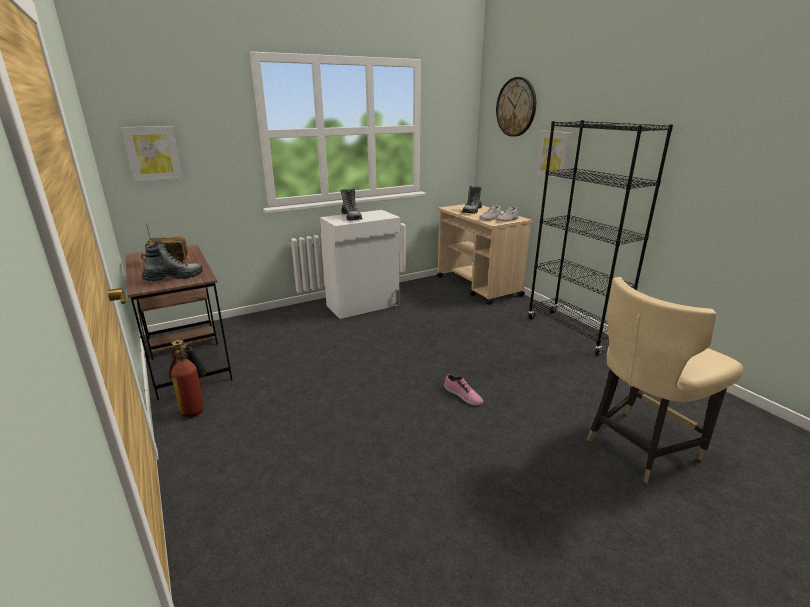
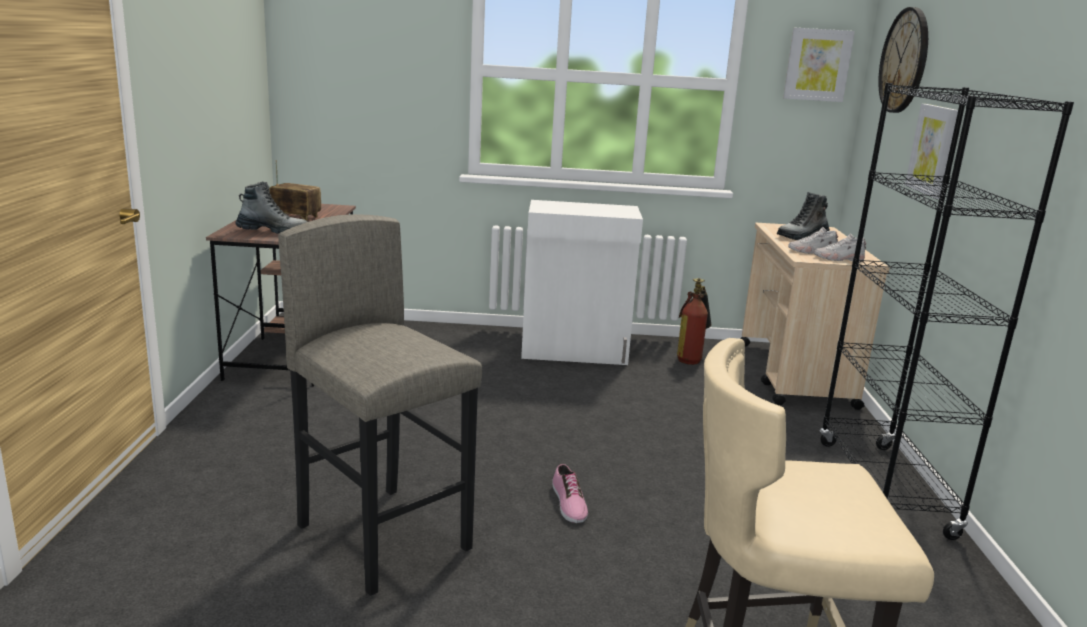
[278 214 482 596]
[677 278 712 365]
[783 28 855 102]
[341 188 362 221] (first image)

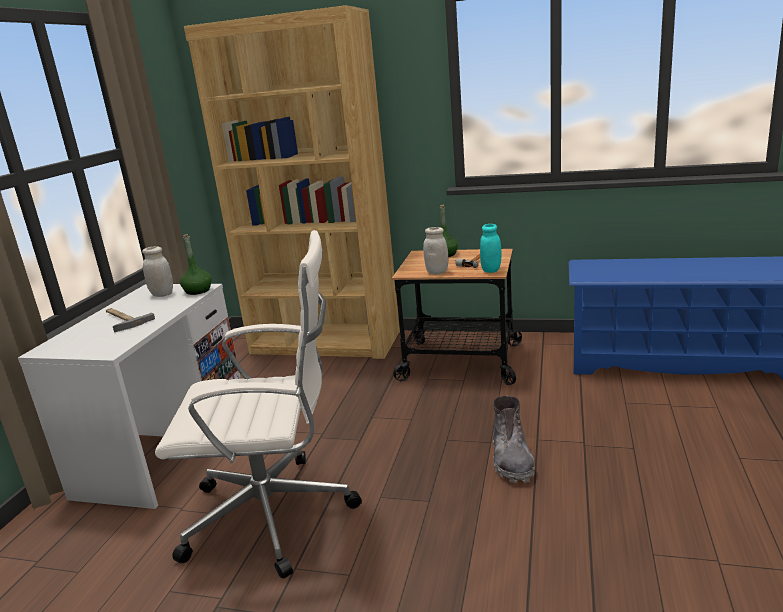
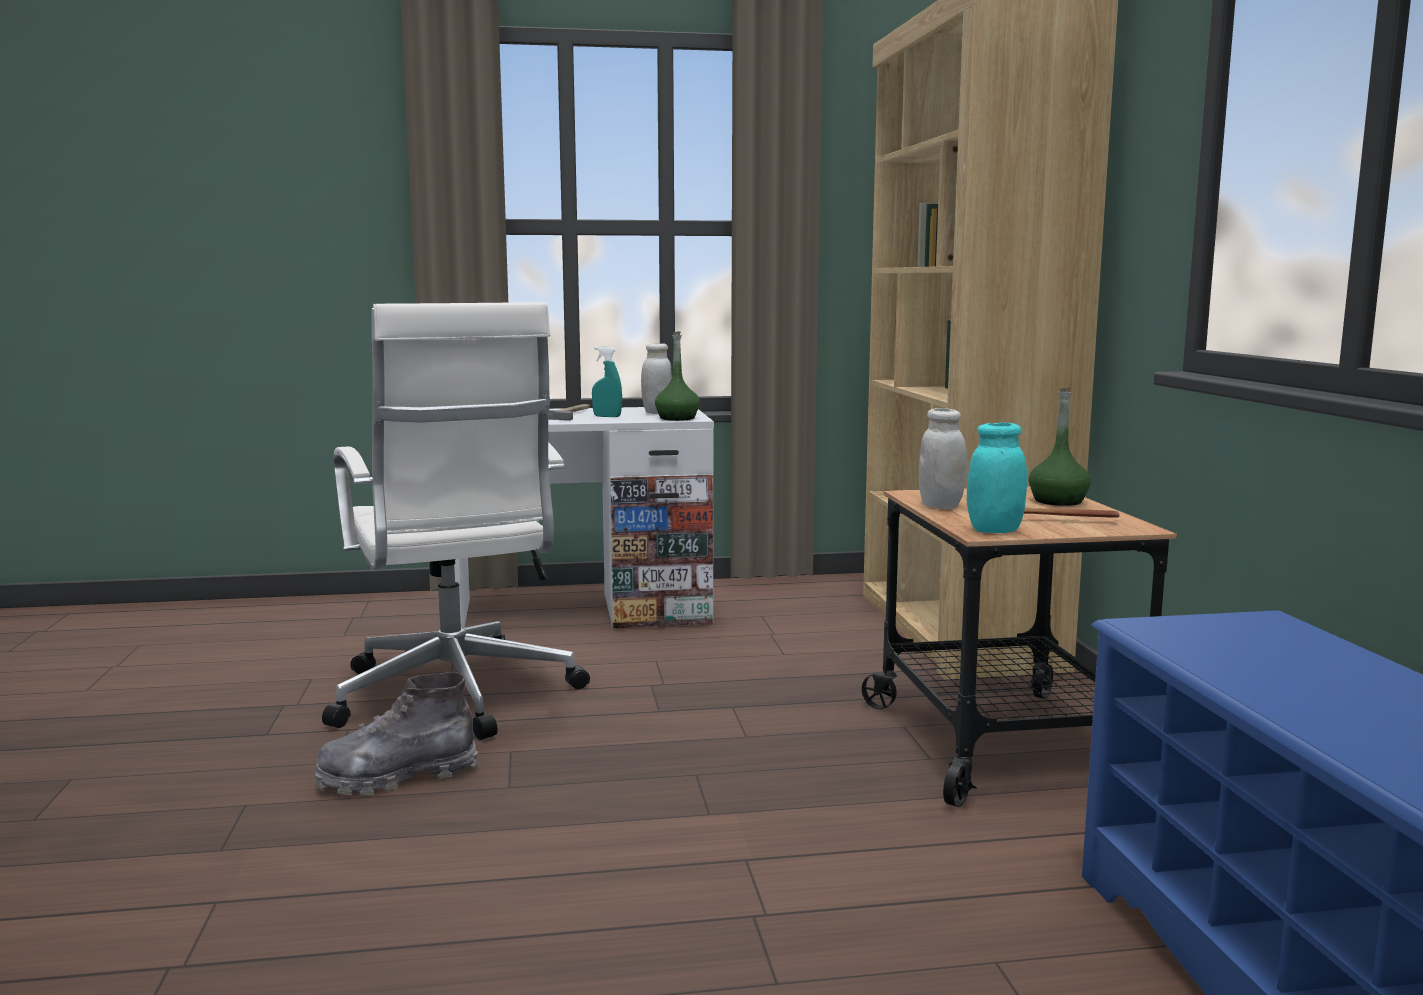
[315 672 479 796]
[592 346 622 417]

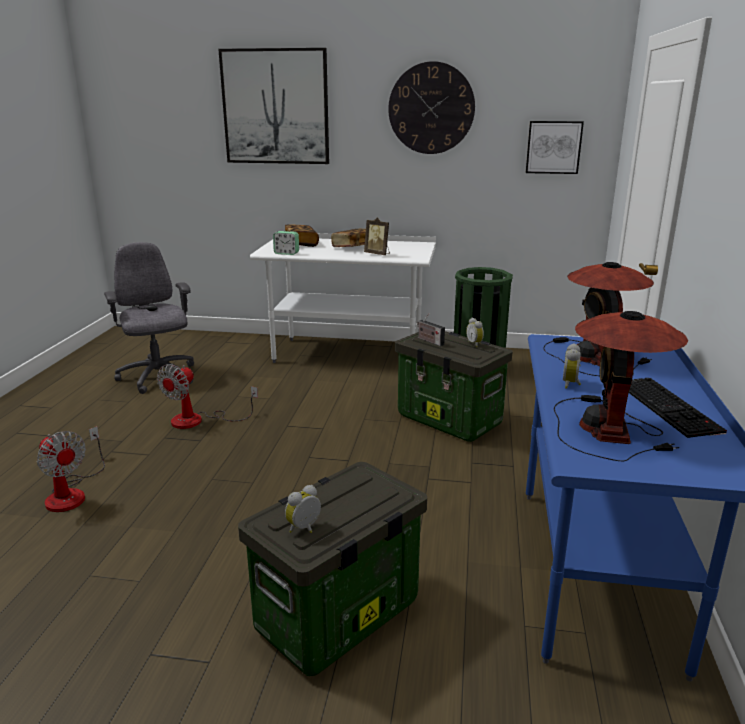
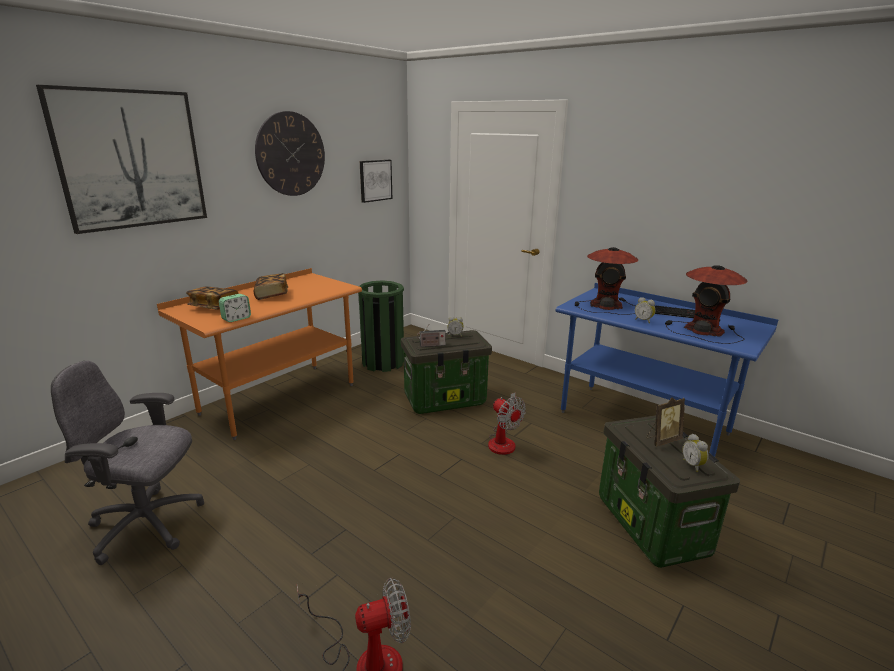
[157 268 362 440]
[488 392 526 455]
[646 397 685 447]

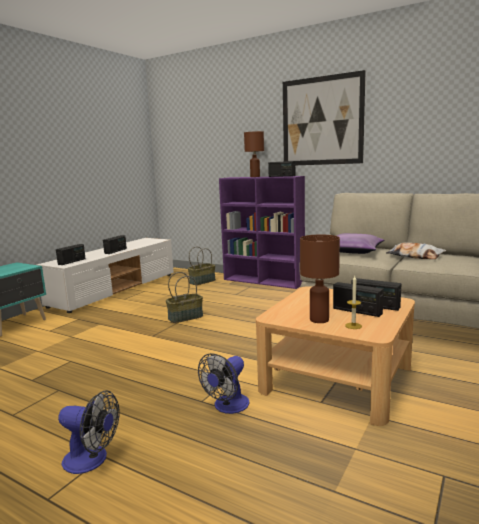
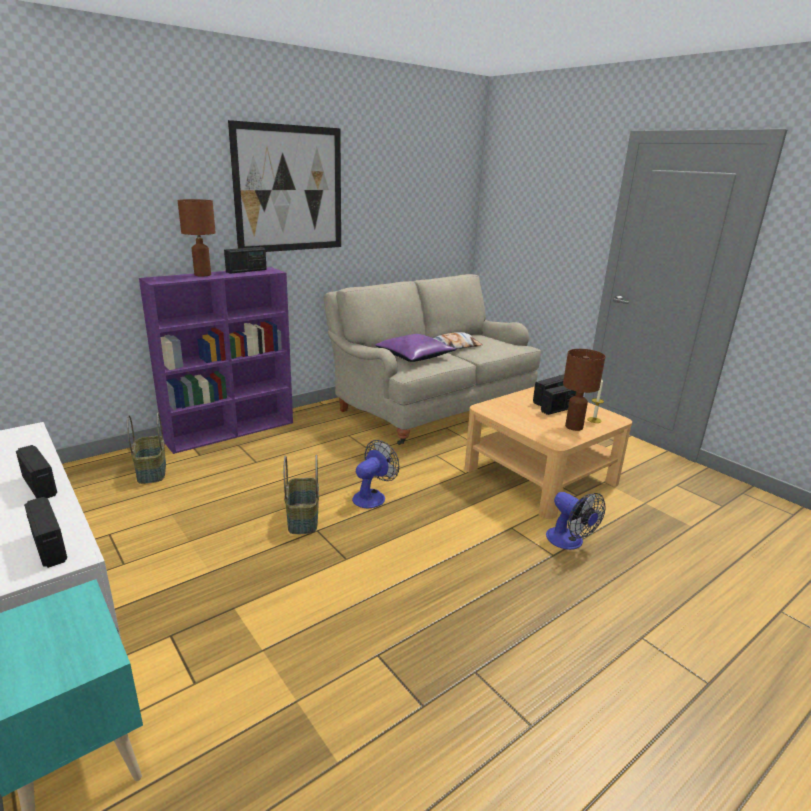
[352 440 399 509]

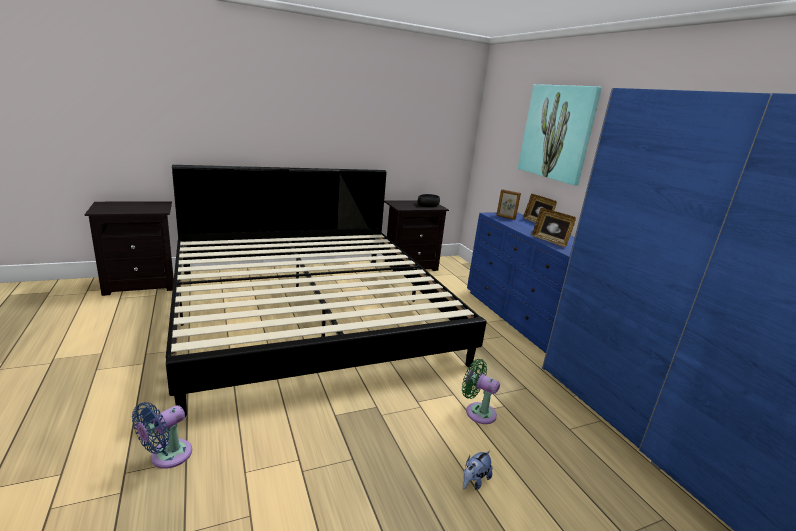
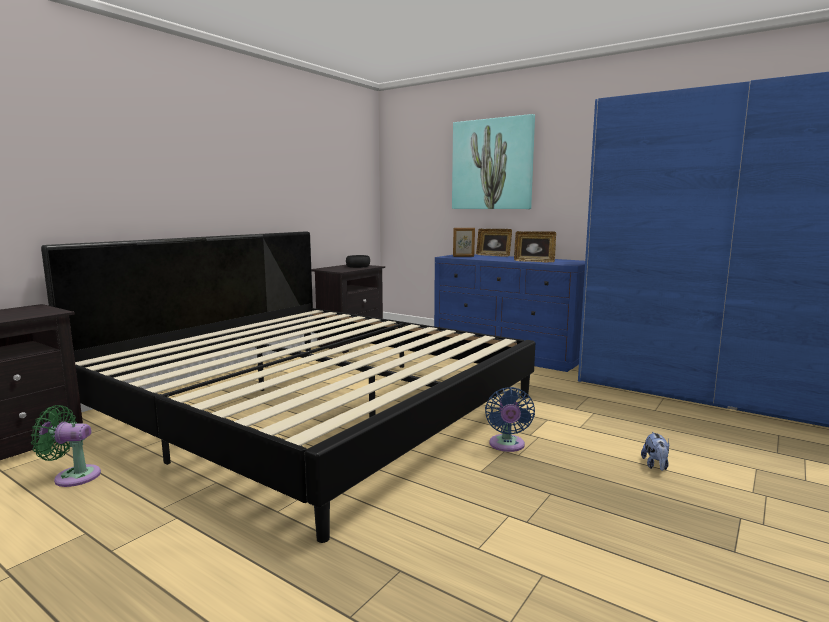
[31 405 101 487]
[485 387 535 452]

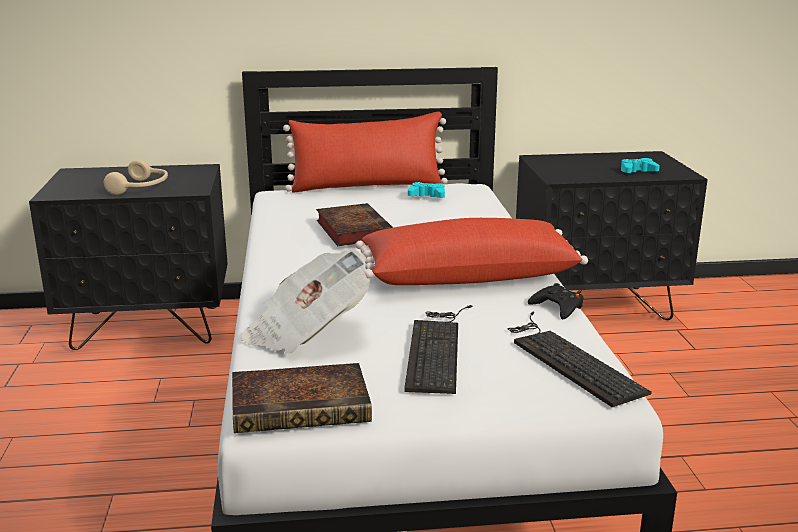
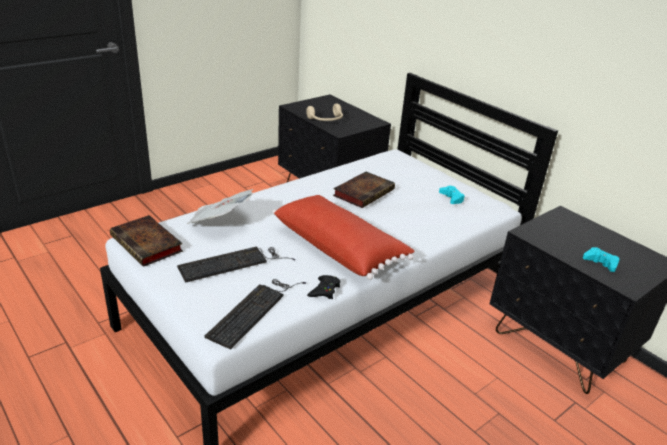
[283 112 448 192] (first image)

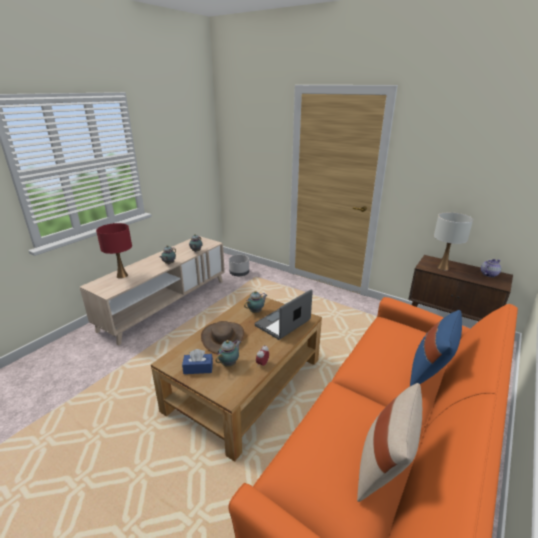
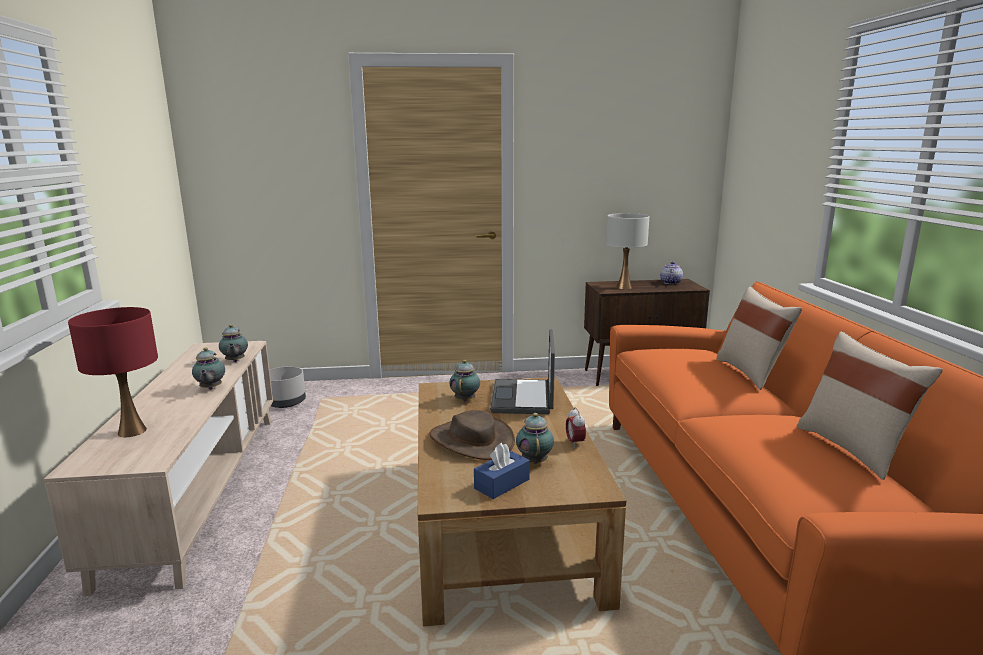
[717 287 802 390]

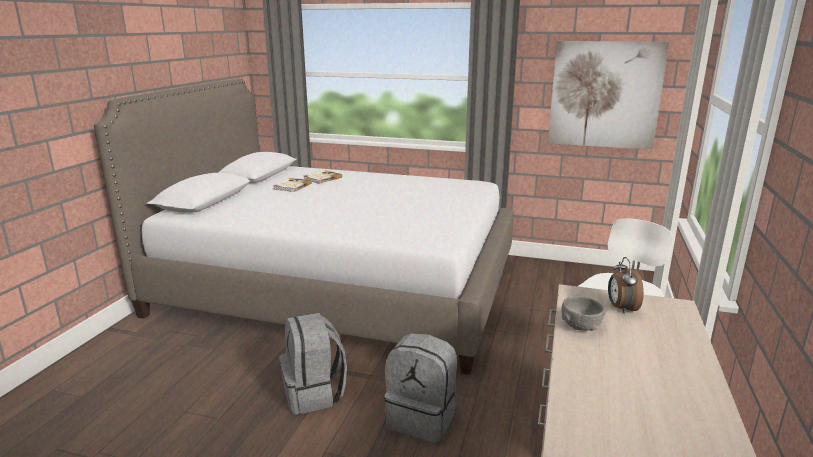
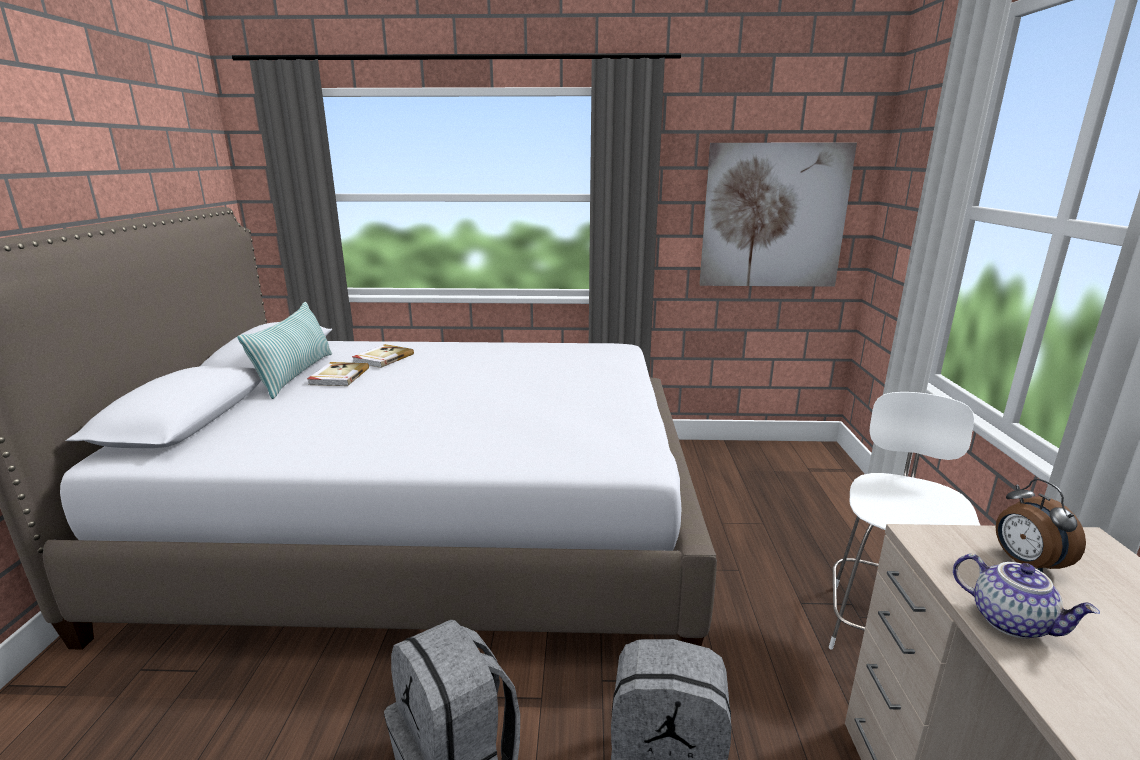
[237 302 332 399]
[953 554 1100 639]

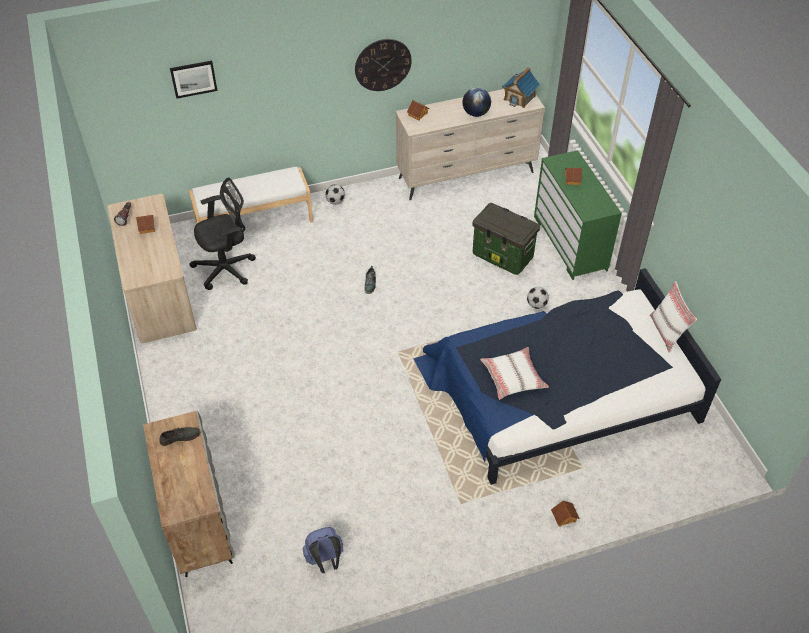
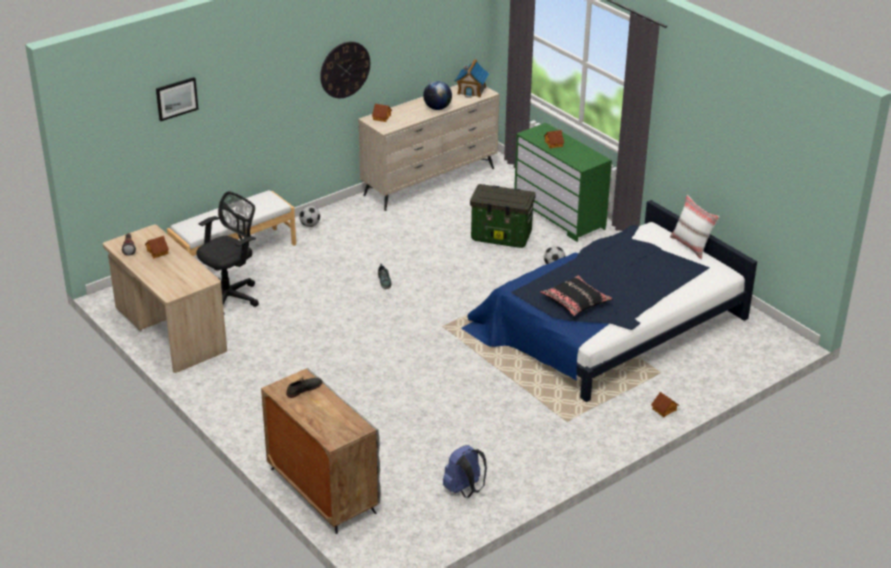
[540 275 613 316]

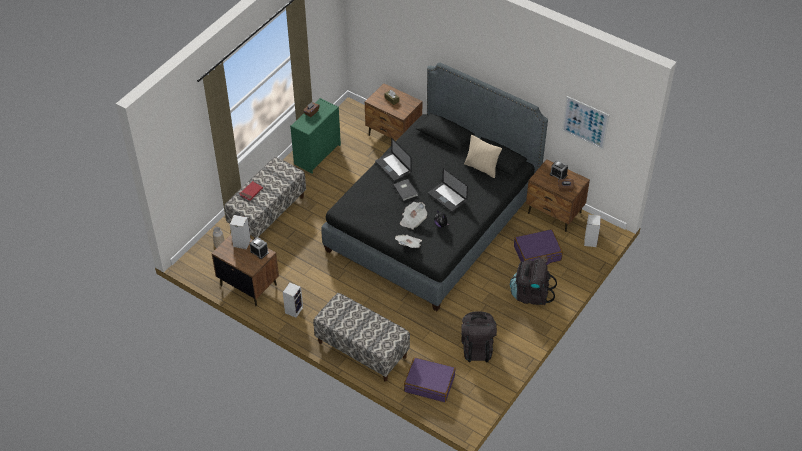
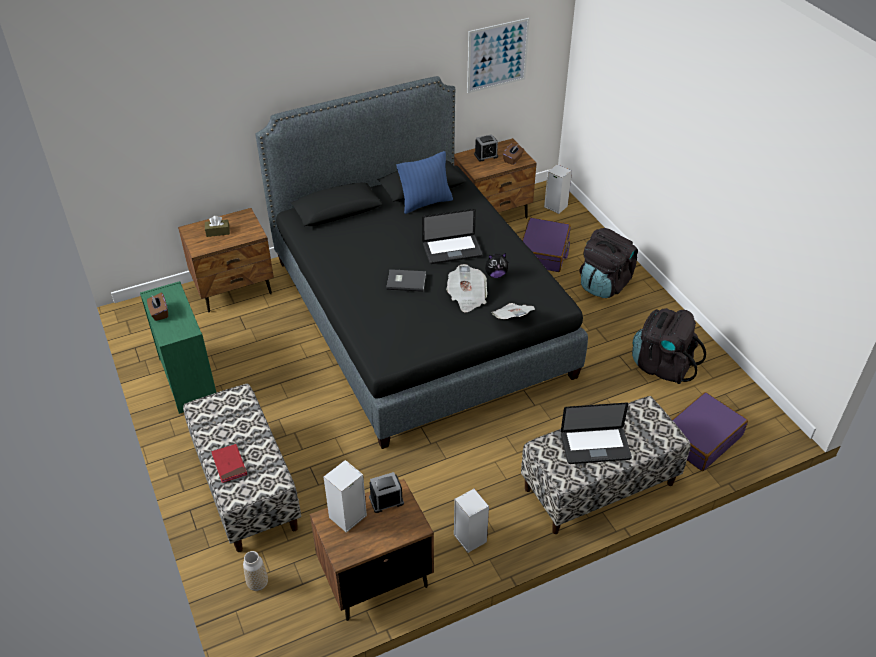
[397 151 453 214]
[561 403 632 464]

